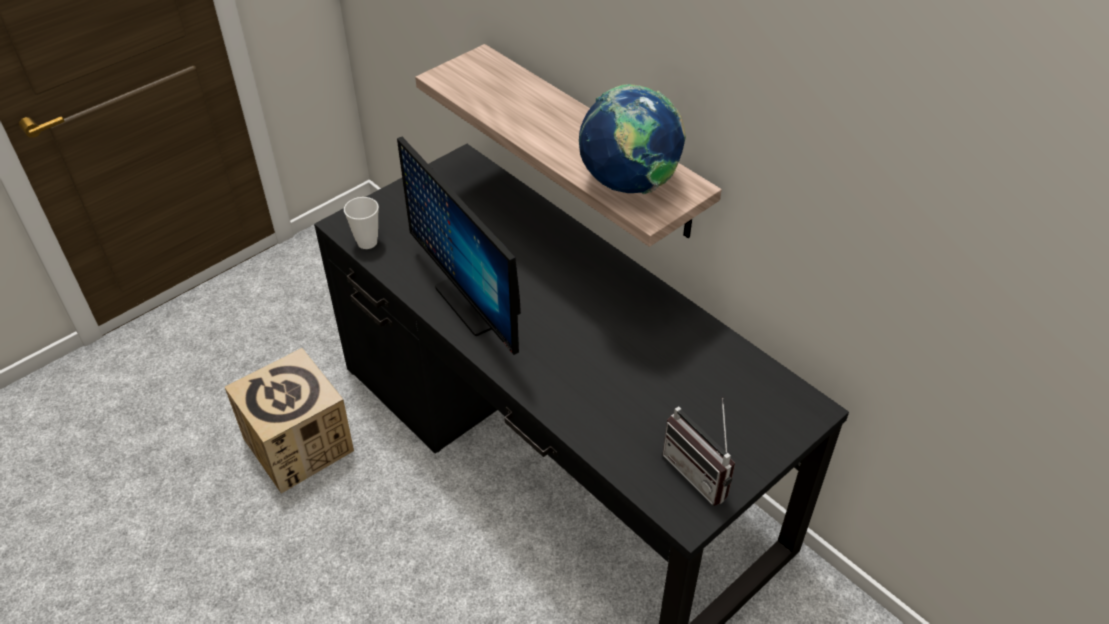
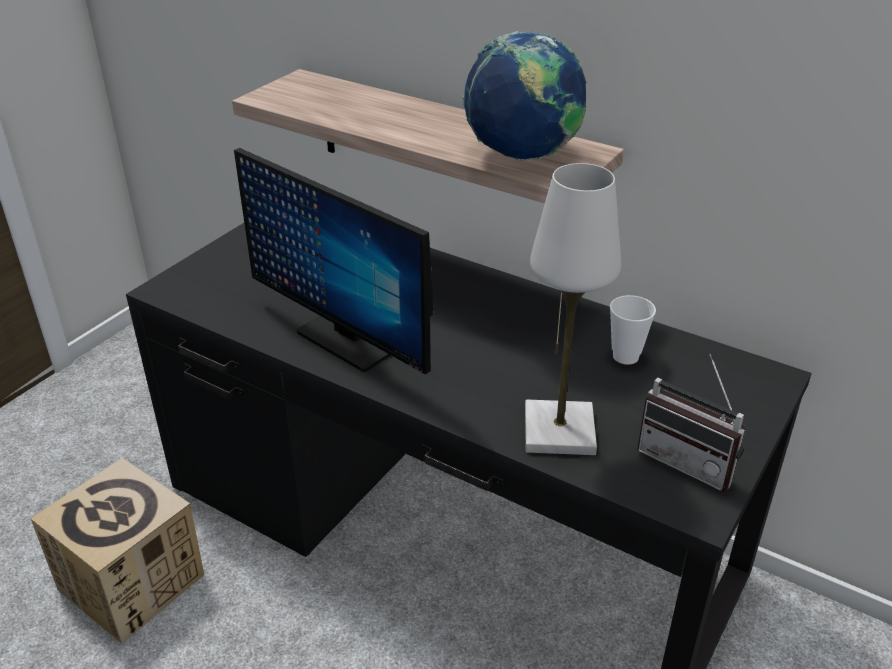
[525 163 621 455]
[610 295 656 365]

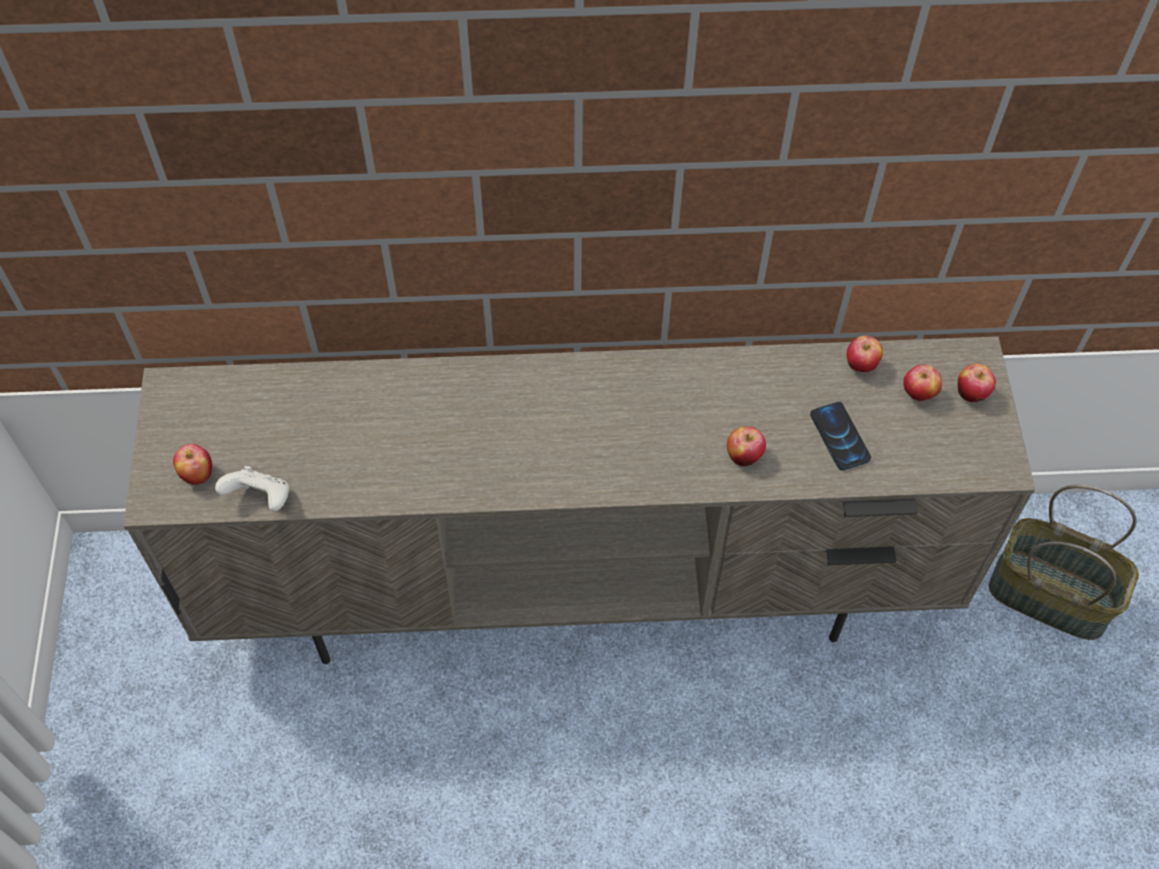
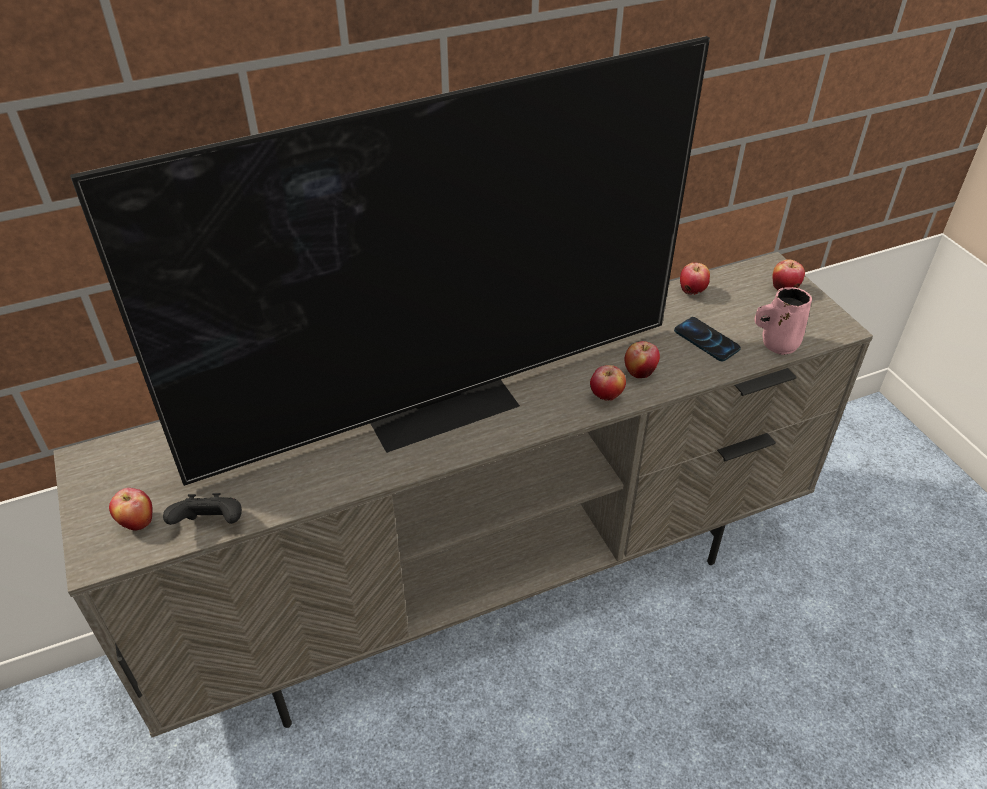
[70 36 710 486]
[163 493 242 525]
[590 365 626 401]
[754 287 812 355]
[989 485 1139 640] (first image)

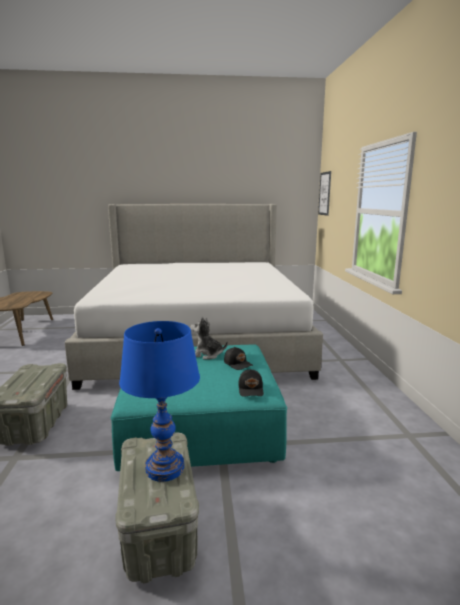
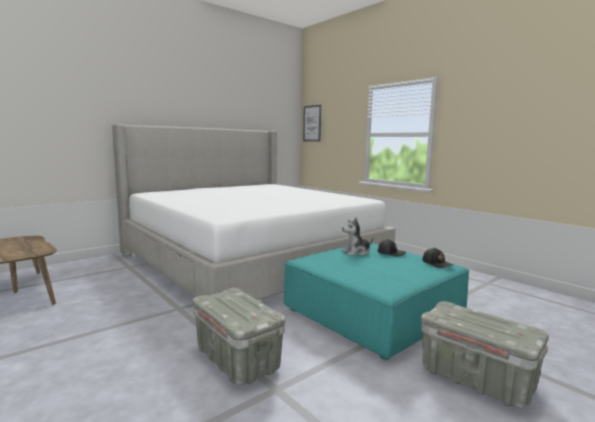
[119 321 200 482] (first image)

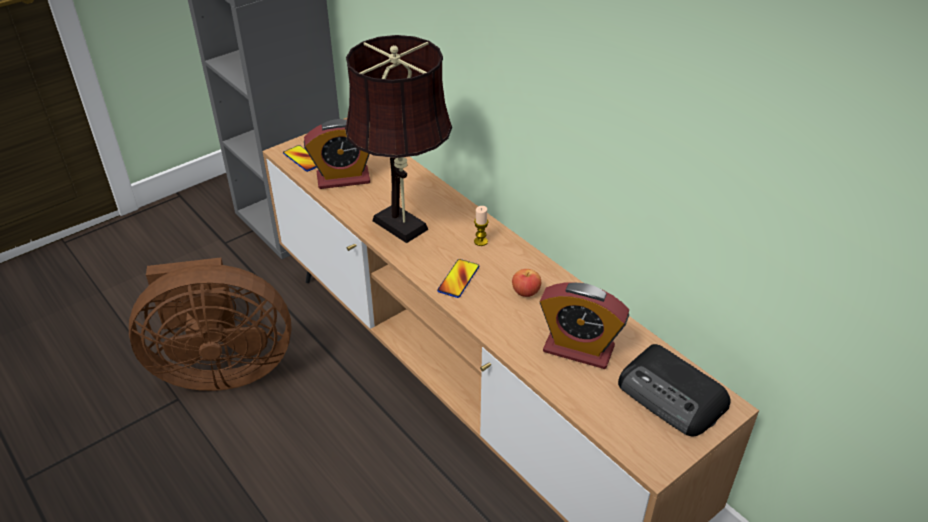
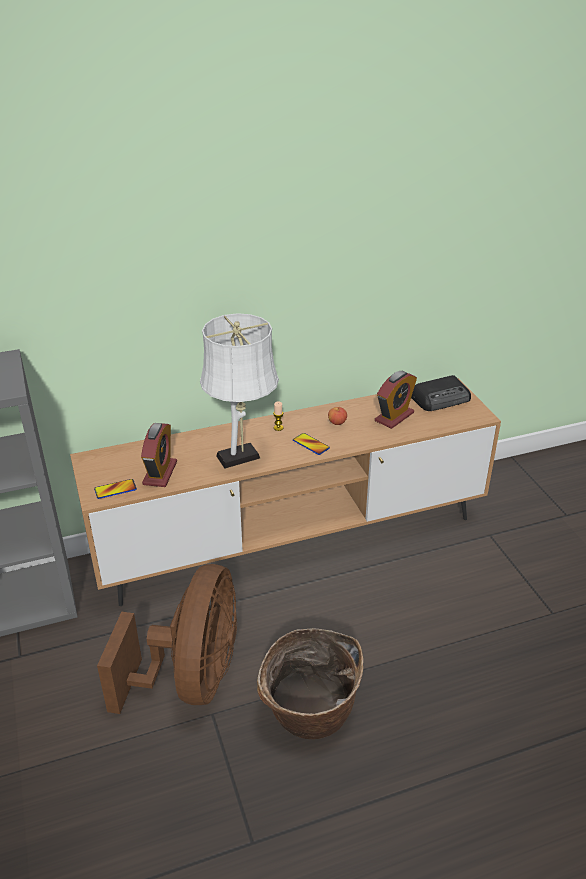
[200 313 279 469]
[257 628 363 739]

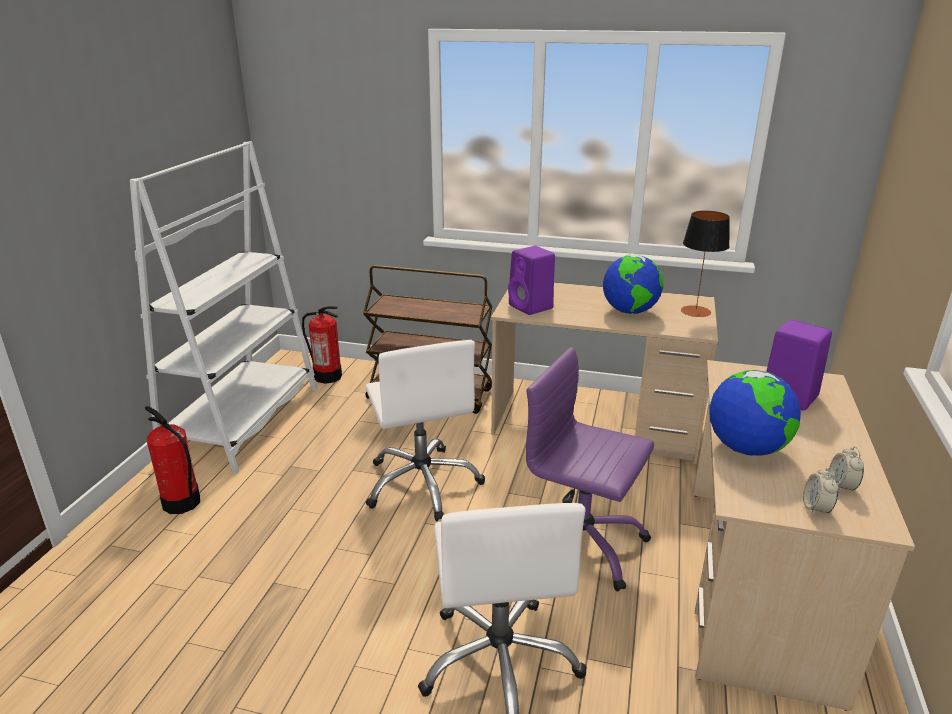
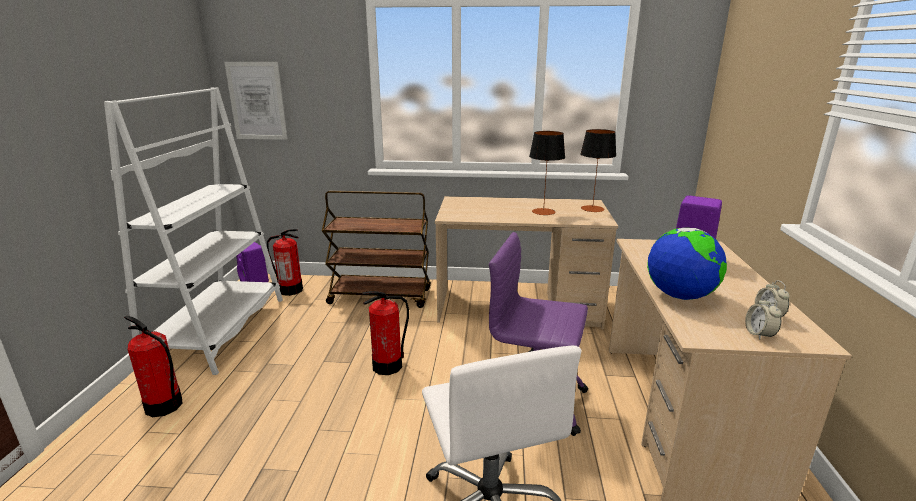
[224 62 287 140]
[236 242 269 282]
[362 291 409 375]
[529 131 565 215]

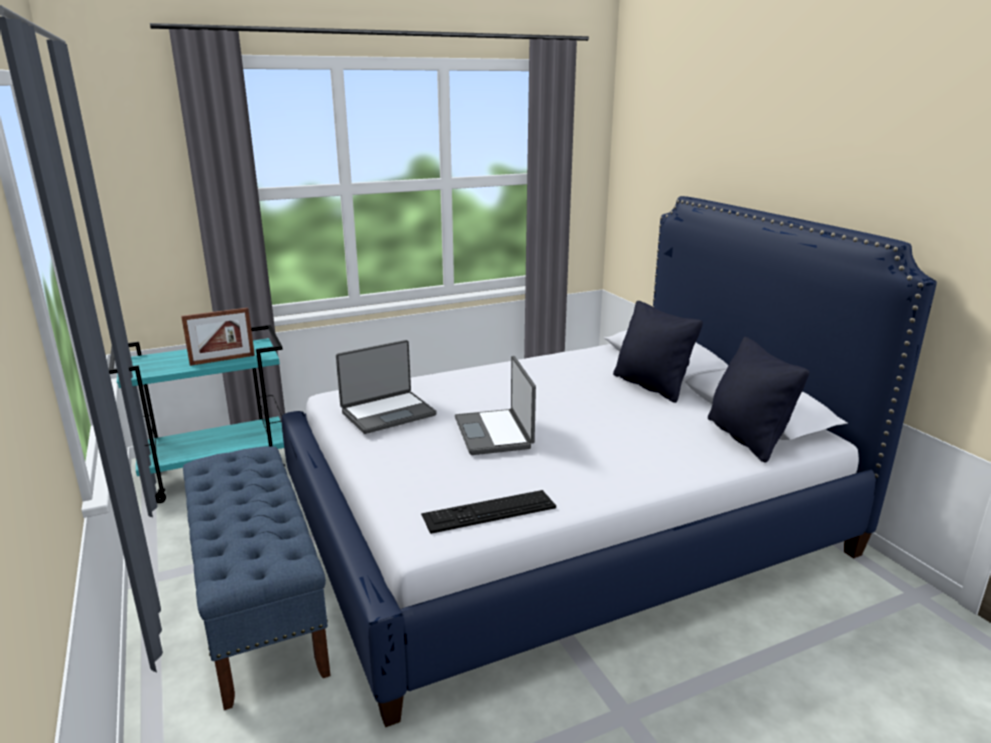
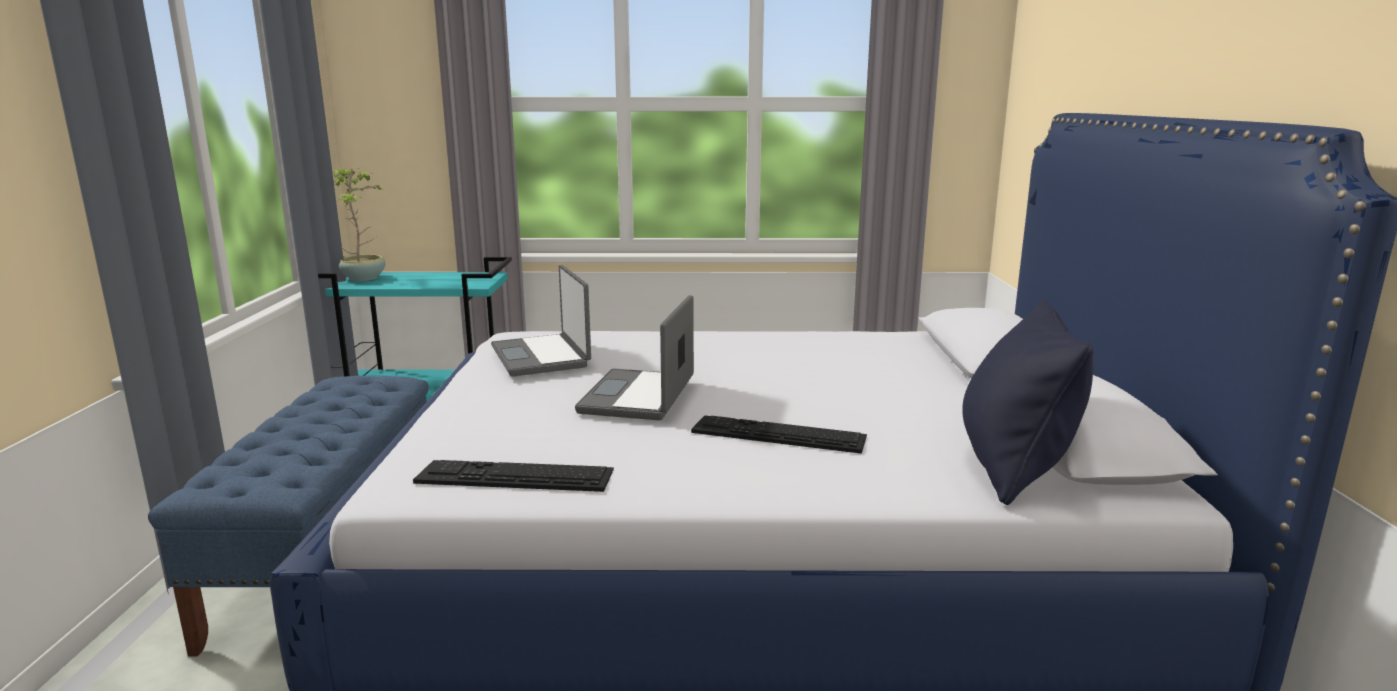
[333 167 385 281]
[491 265 591 377]
[691 415 867 454]
[181 308 255 366] (first image)
[613 301 703 403] (first image)

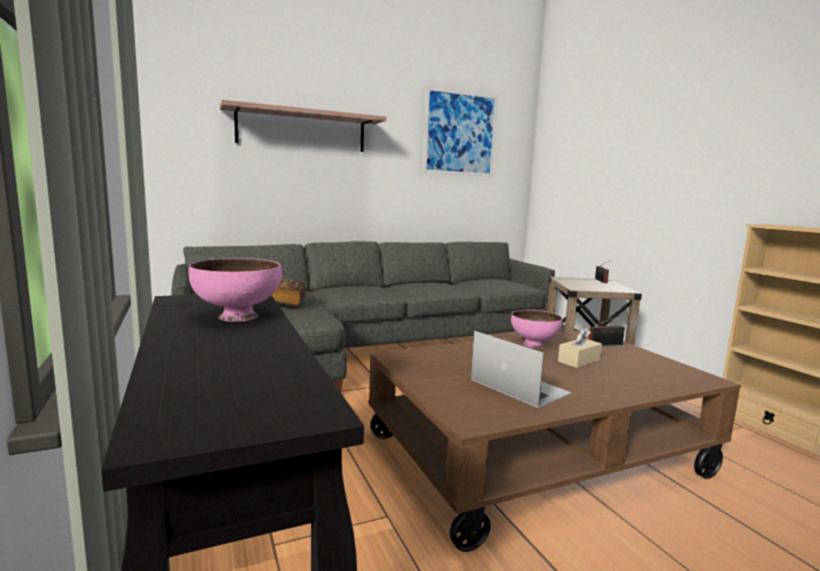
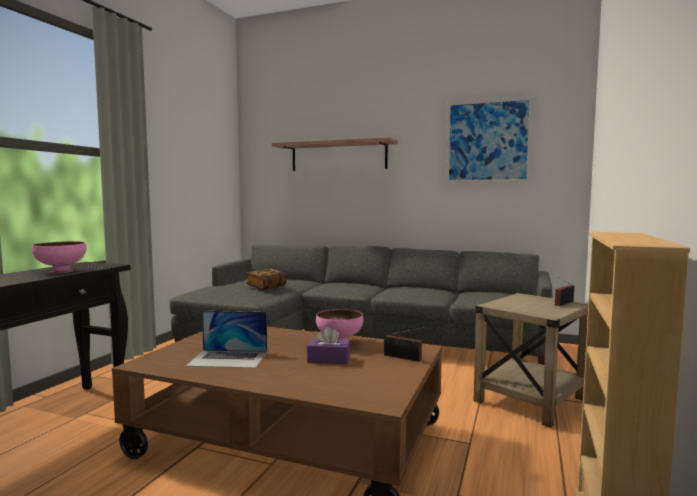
[186 311 267 368]
[307 327 350 364]

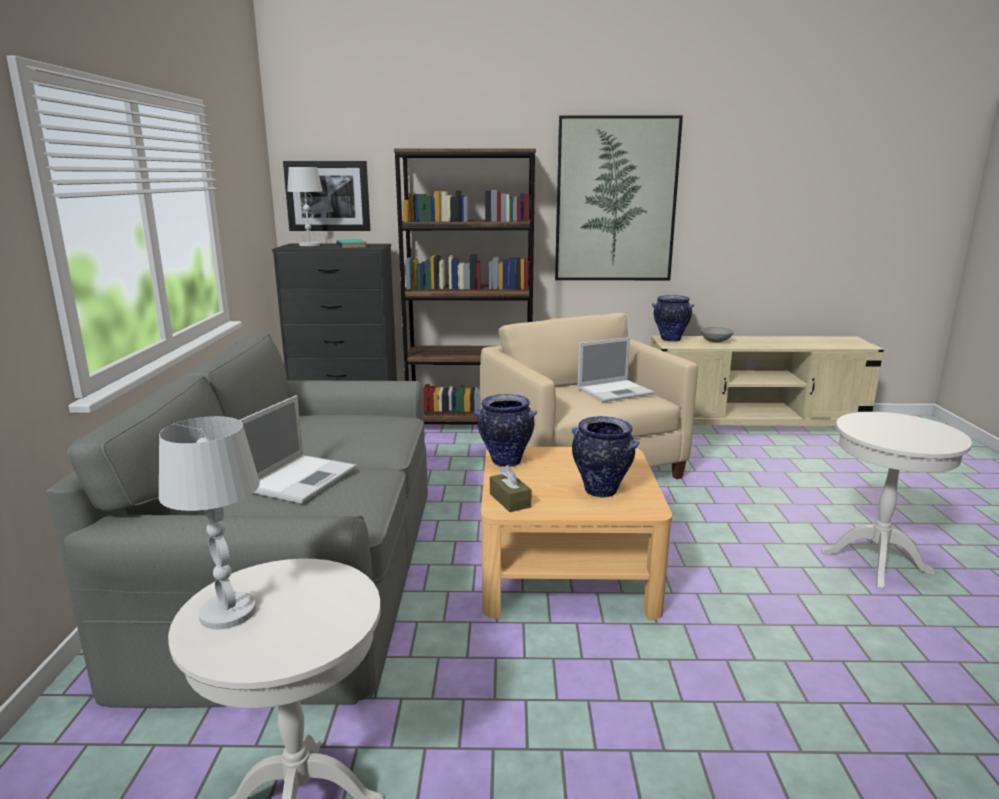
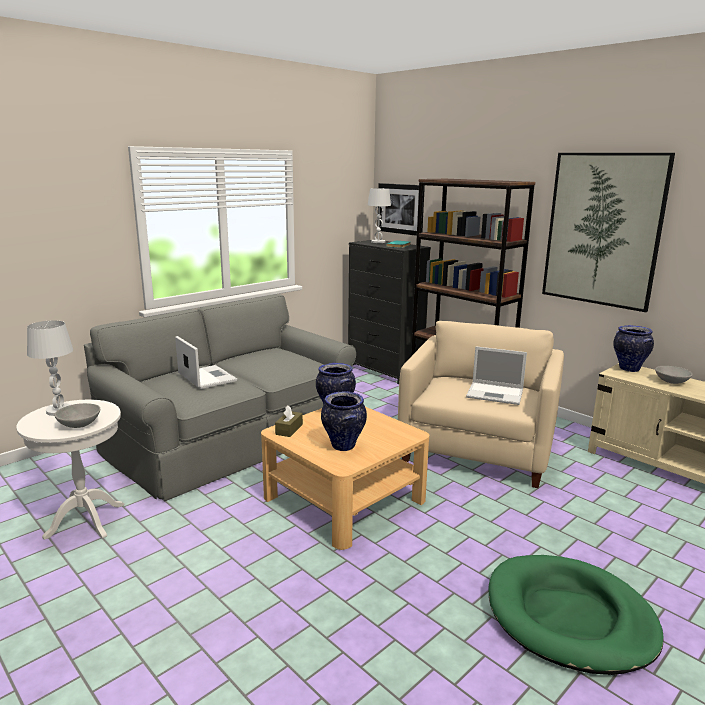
[54 403 100 428]
[175 336 237 389]
[489 555 664 675]

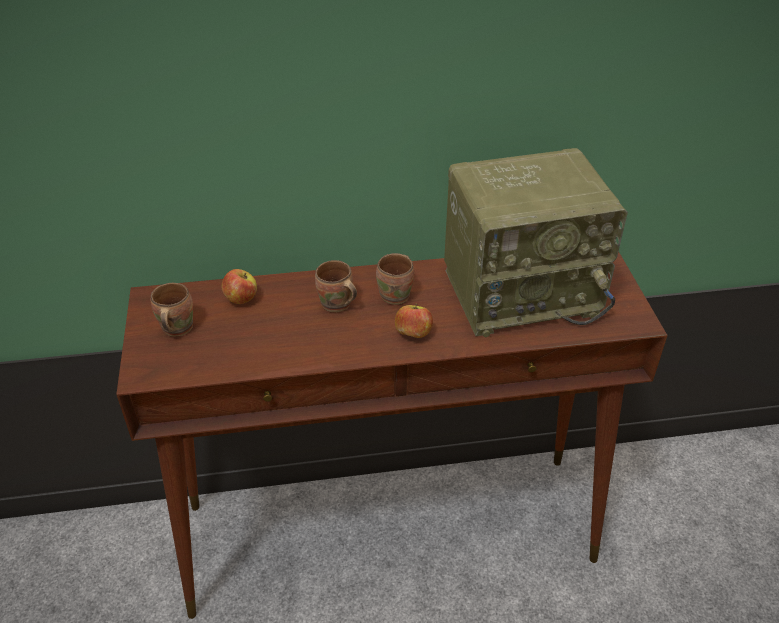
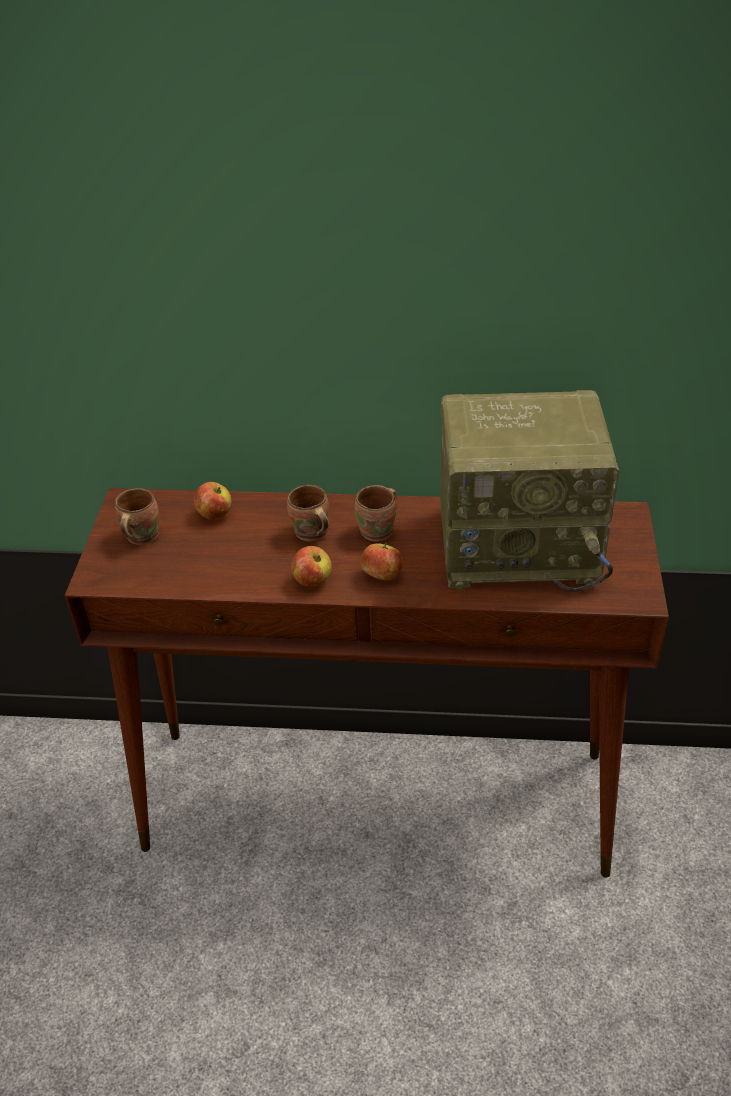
[291 546 332 587]

